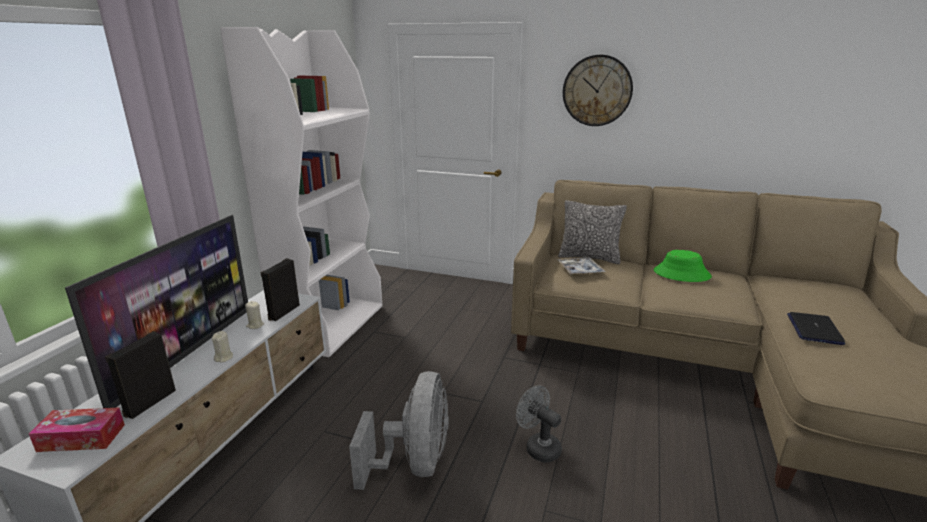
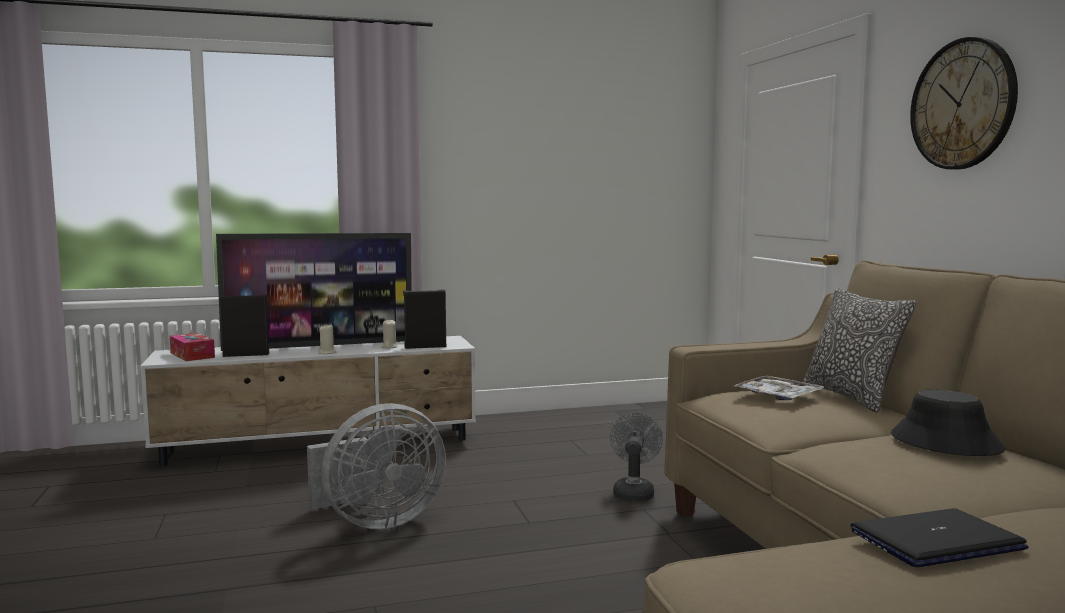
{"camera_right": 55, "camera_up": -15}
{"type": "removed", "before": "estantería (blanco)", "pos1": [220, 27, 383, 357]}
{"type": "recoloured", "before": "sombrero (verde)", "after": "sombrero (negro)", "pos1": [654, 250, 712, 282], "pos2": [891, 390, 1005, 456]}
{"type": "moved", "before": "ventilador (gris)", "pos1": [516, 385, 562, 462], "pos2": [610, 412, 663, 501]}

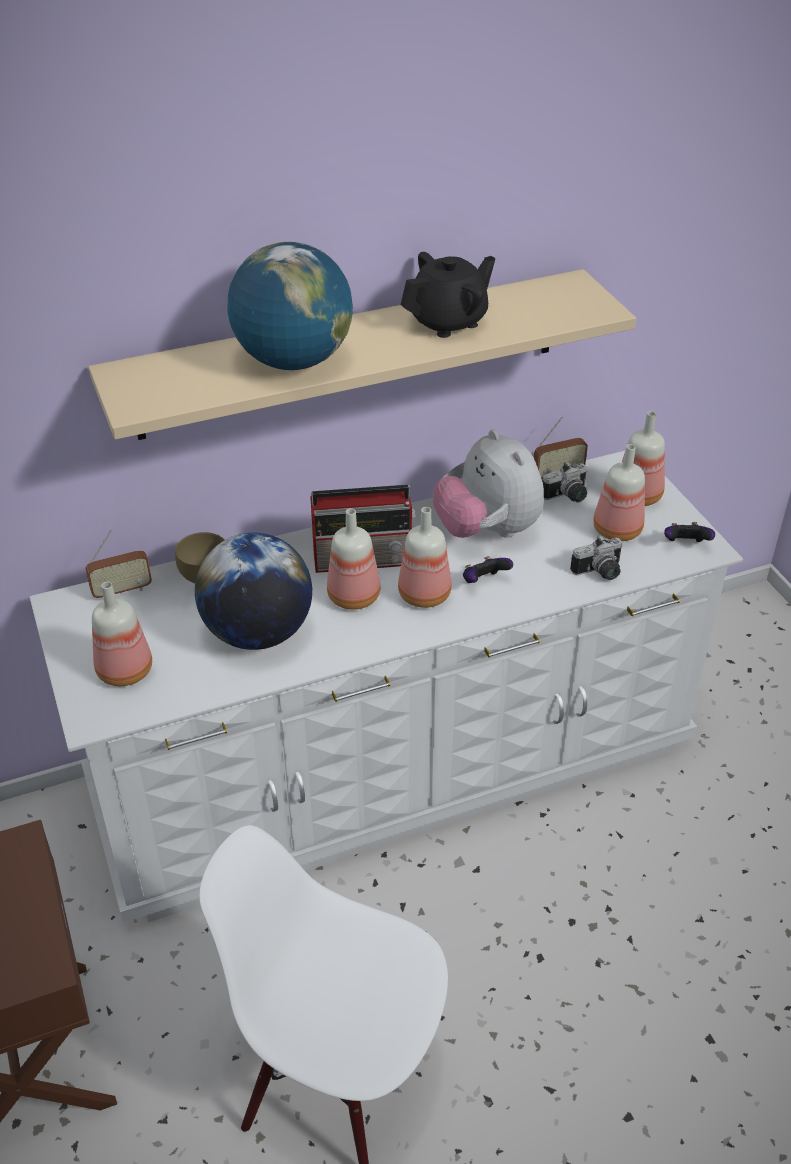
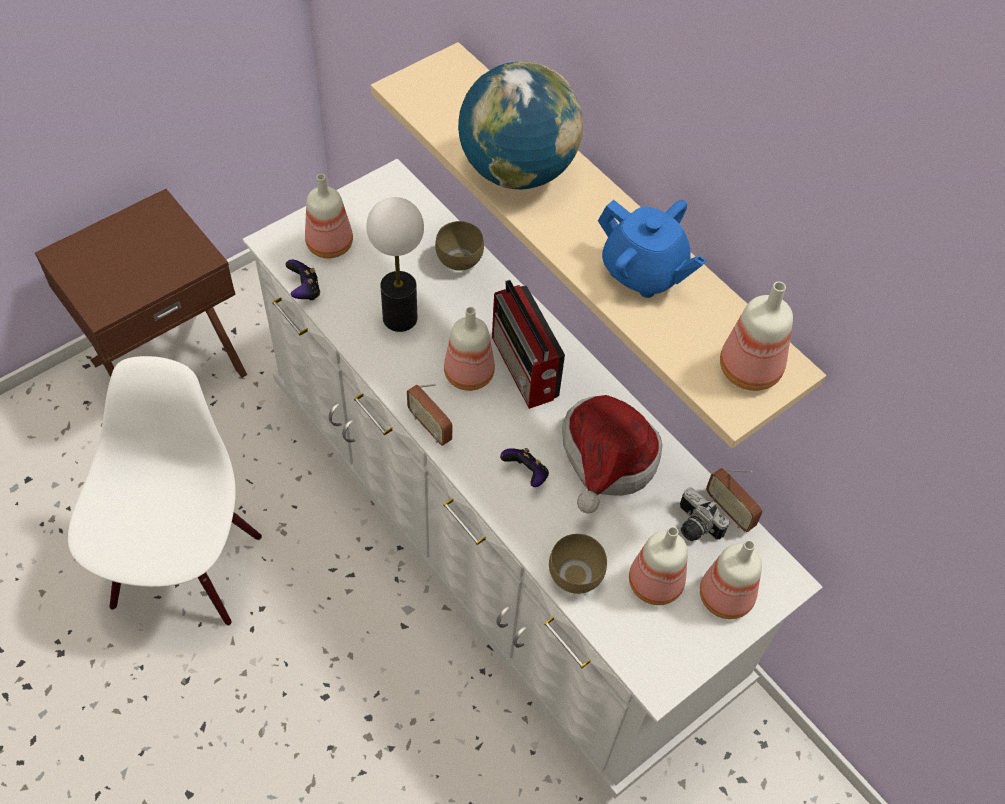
{"camera_right": 70, "camera_up": 15}
{"type": "recoloured", "before": "tetera (negro)", "after": "tetera (azul)", "pos1": [400, 252, 495, 338], "pos2": [598, 200, 706, 298]}
{"type": "replaced", "before": "peluche", "after": "sombrero", "pos1": [433, 429, 544, 538], "pos2": [562, 395, 663, 514]}
{"type": "moved", "before": "botella", "pos1": [398, 507, 451, 608], "pos2": [720, 282, 793, 391]}
{"type": "moved", "before": "mando de consola", "pos1": [664, 522, 715, 542], "pos2": [286, 259, 320, 300]}
{"type": "moved", "before": "radio", "pos1": [85, 530, 152, 598], "pos2": [407, 384, 452, 446]}
{"type": "replaced", "before": "globo terráqueo", "after": "lámpara de mesa", "pos1": [195, 533, 312, 650], "pos2": [366, 197, 424, 332]}
{"type": "replaced", "before": "cámara", "after": "cuenco (marrón)", "pos1": [570, 535, 623, 580], "pos2": [549, 534, 607, 594]}

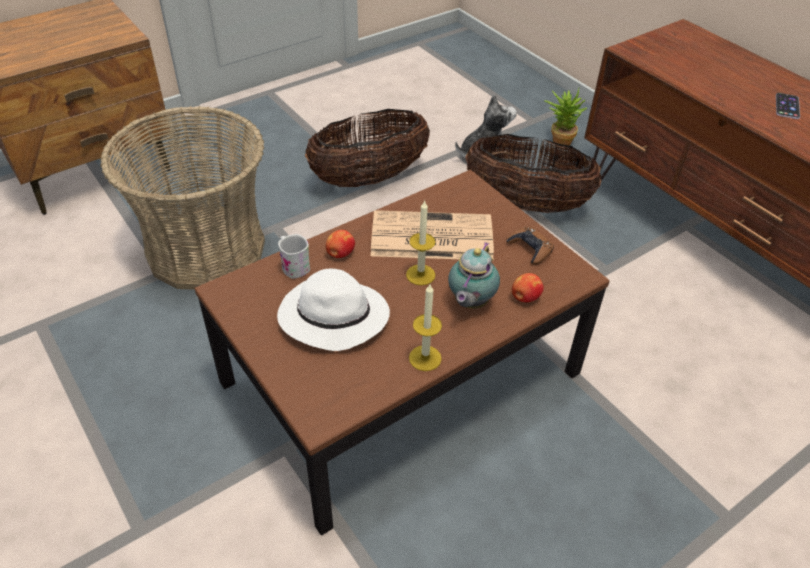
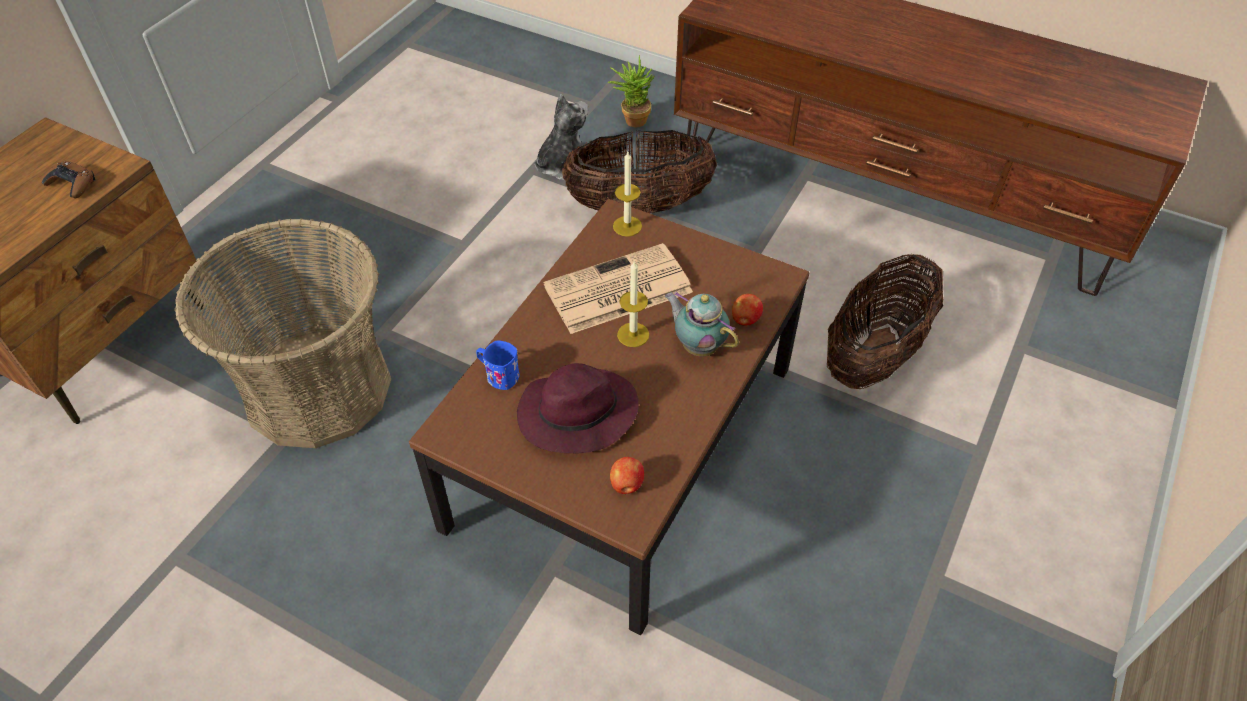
{"camera_right": -25, "camera_up": 5}
{"type": "removed", "before": "móvil", "pos1": [776, 93, 800, 119]}
{"type": "moved", "before": "cesta", "pos1": [305, 109, 430, 187], "pos2": [827, 253, 944, 389]}
{"type": "moved", "before": "mando de consola (marrón)", "pos1": [506, 227, 554, 265], "pos2": [42, 161, 95, 198]}
{"type": "moved", "before": "manzana", "pos1": [326, 230, 355, 258], "pos2": [610, 457, 644, 494]}
{"type": "recoloured", "before": "taza grande (blanco)", "after": "taza grande (azul)", "pos1": [278, 234, 310, 279], "pos2": [476, 341, 520, 390]}
{"type": "turned", "before": "tetera", "pos1": [448, 242, 500, 309], "pos2": [665, 291, 739, 356], "turn": 135}
{"type": "recoloured", "before": "sombrero (blanco)", "after": "sombrero (morado)", "pos1": [277, 269, 390, 351], "pos2": [517, 363, 639, 453]}
{"type": "moved", "before": "vela", "pos1": [409, 284, 442, 371], "pos2": [613, 152, 642, 237]}

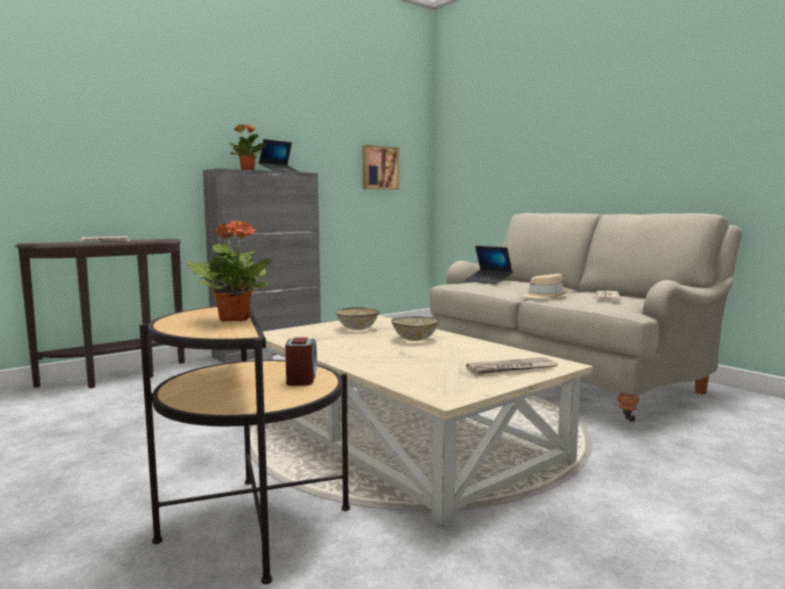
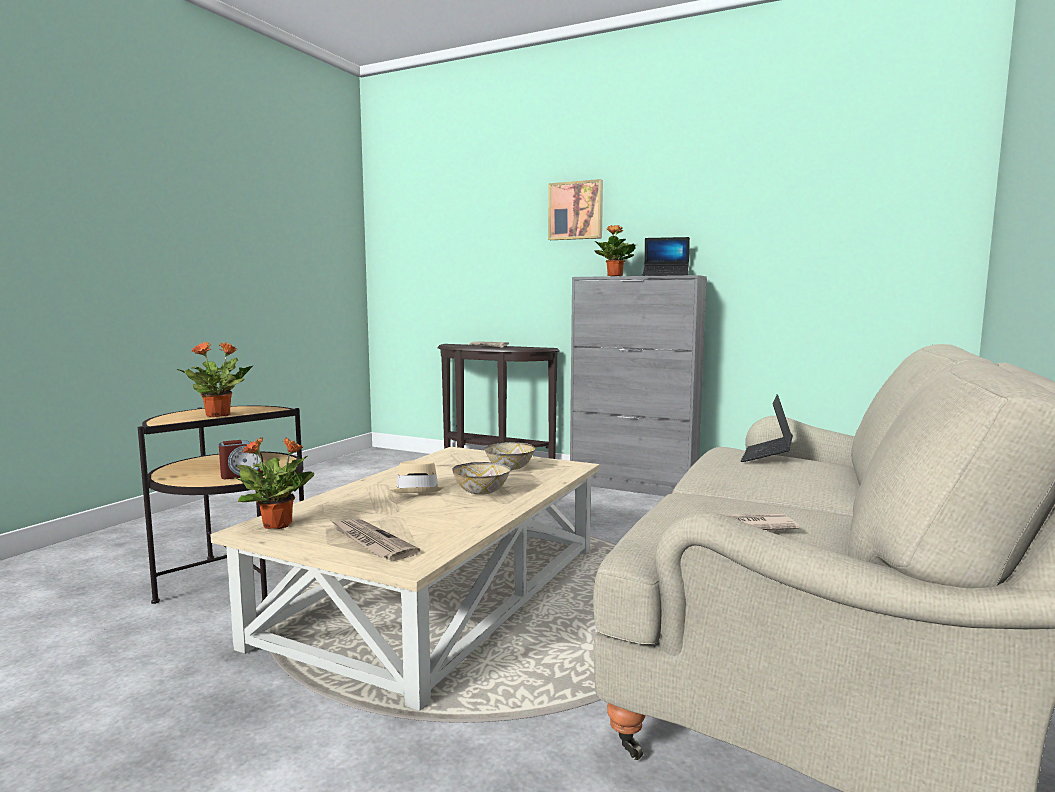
{"camera_right": 65, "camera_up": 0}
{"type": "moved", "before": "cuadro", "pos1": [363, 145, 399, 190], "pos2": [548, 179, 603, 240]}
{"type": "moved", "before": "sombrero (beis)", "pos1": [523, 274, 568, 298], "pos2": [390, 460, 444, 493]}
{"type": "added", "after": "planta en maceta", "pos2": [233, 437, 314, 529]}

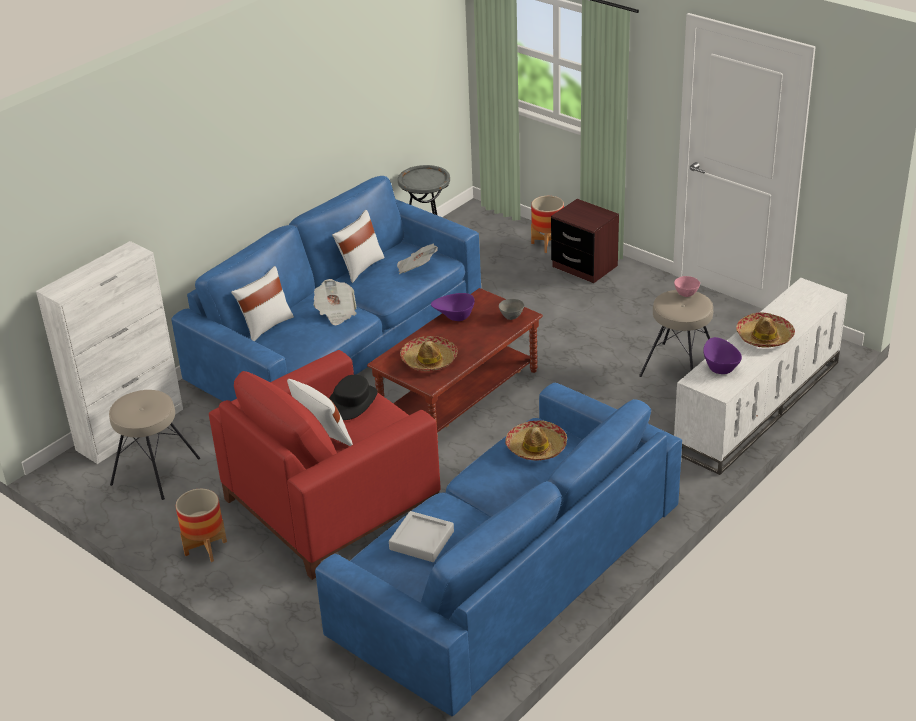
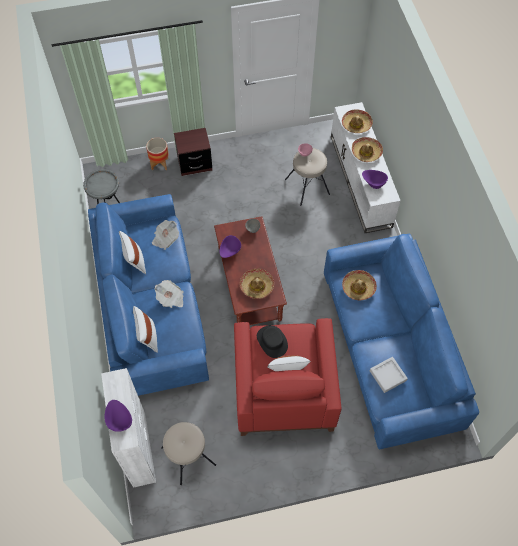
{"camera_right": -55, "camera_up": 25}
{"type": "removed", "before": "maceta", "pos1": [176, 489, 227, 562]}
{"type": "added", "after": "sombrero", "pos2": [342, 109, 373, 133]}
{"type": "added", "after": "cuenco (morado)", "pos2": [105, 400, 132, 432]}

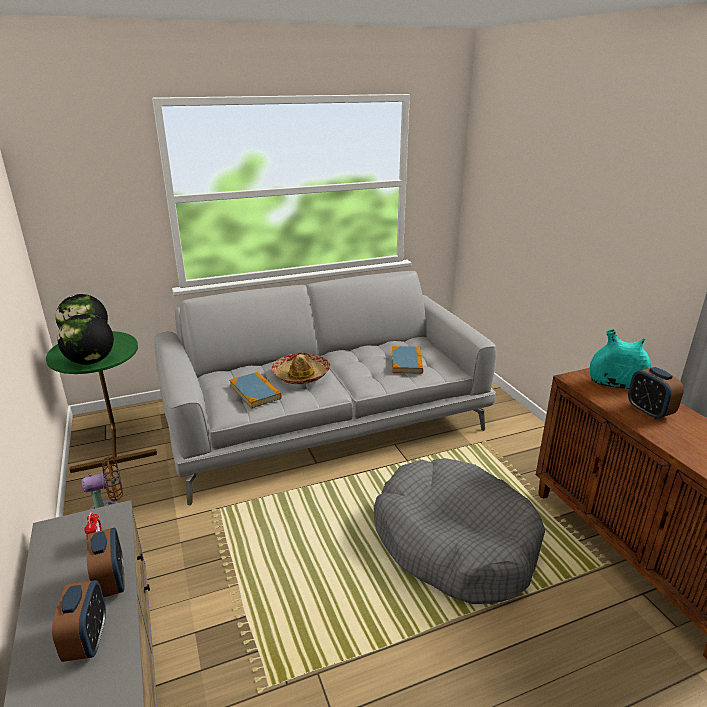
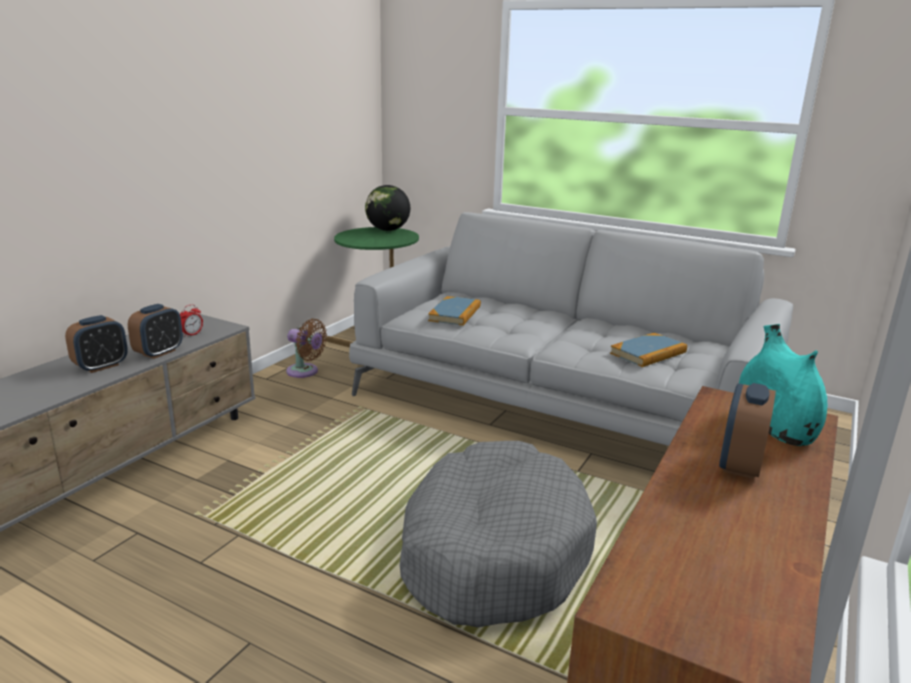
{"camera_right": 50, "camera_up": -5}
{"type": "removed", "before": "globo terráqueo", "pos1": [57, 314, 114, 365]}
{"type": "removed", "before": "sombrero", "pos1": [272, 353, 330, 384]}

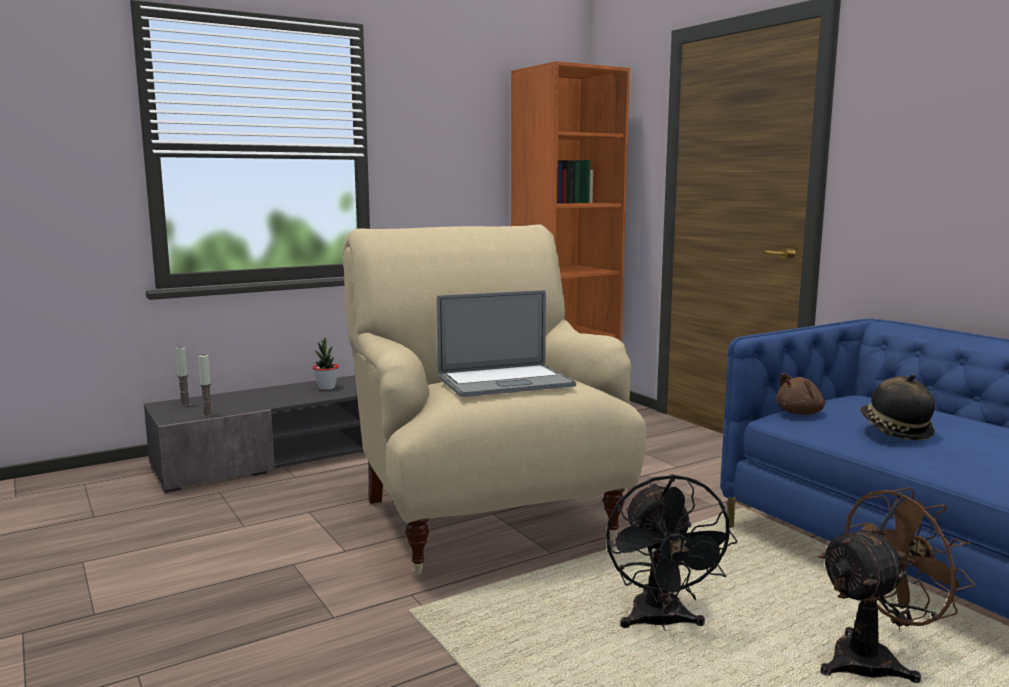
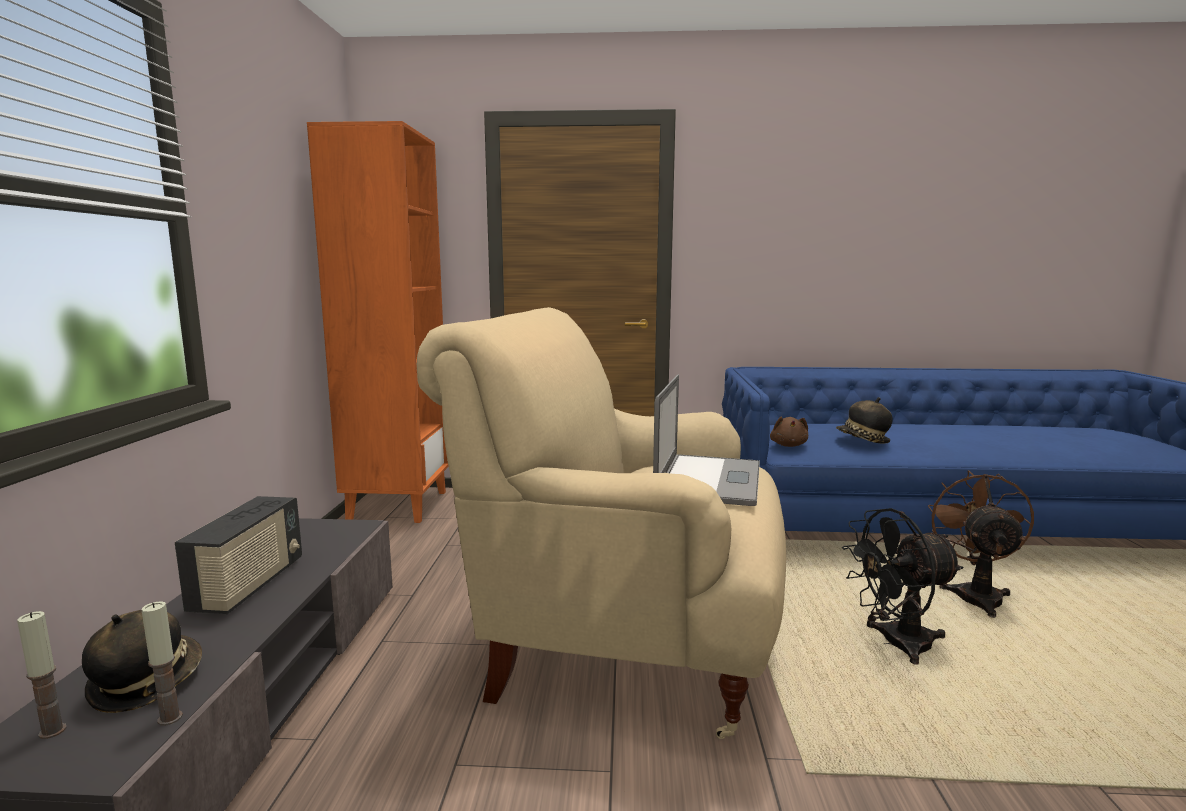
{"camera_right": -55, "camera_up": 0}
{"type": "replaced", "before": "planta en maceta", "after": "radio", "pos1": [313, 338, 339, 390], "pos2": [175, 496, 302, 614]}
{"type": "turned", "before": "ventilador (negro)", "pos1": [606, 474, 738, 630], "pos2": [842, 508, 963, 665], "turn": 135}
{"type": "added", "after": "sombrero", "pos2": [82, 610, 202, 713]}

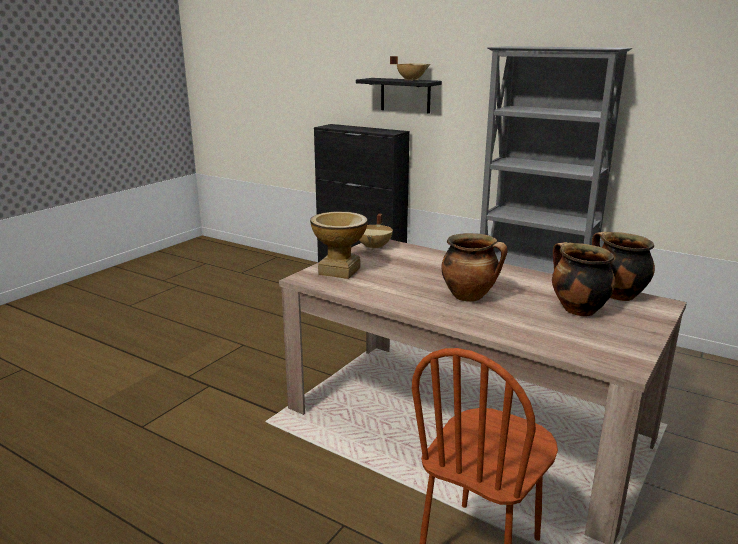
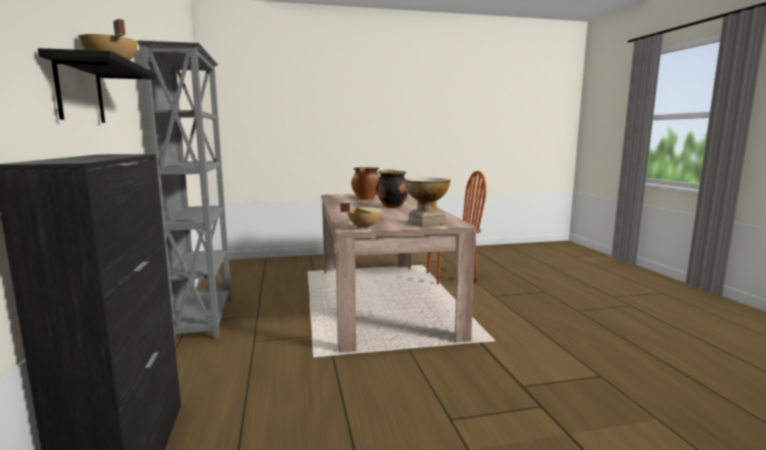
{"camera_right": -135, "camera_up": -10}
{"type": "removed", "before": "olla", "pos1": [592, 232, 655, 301]}

